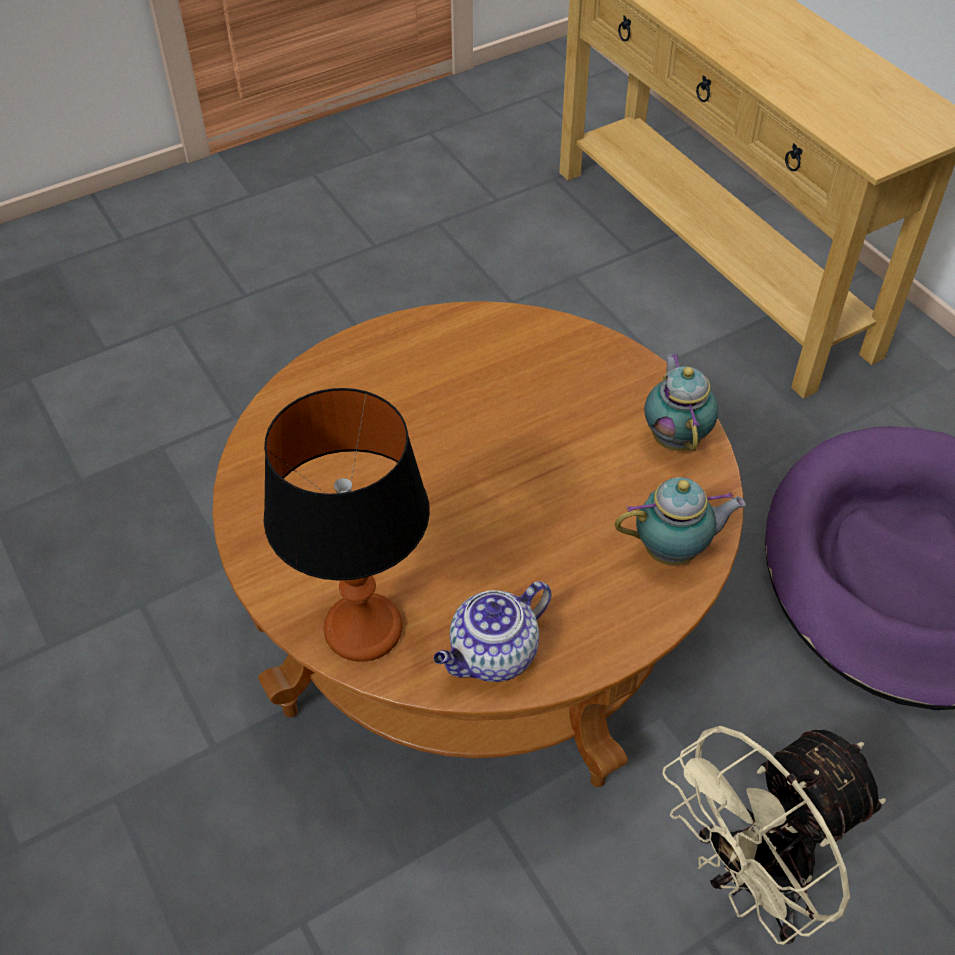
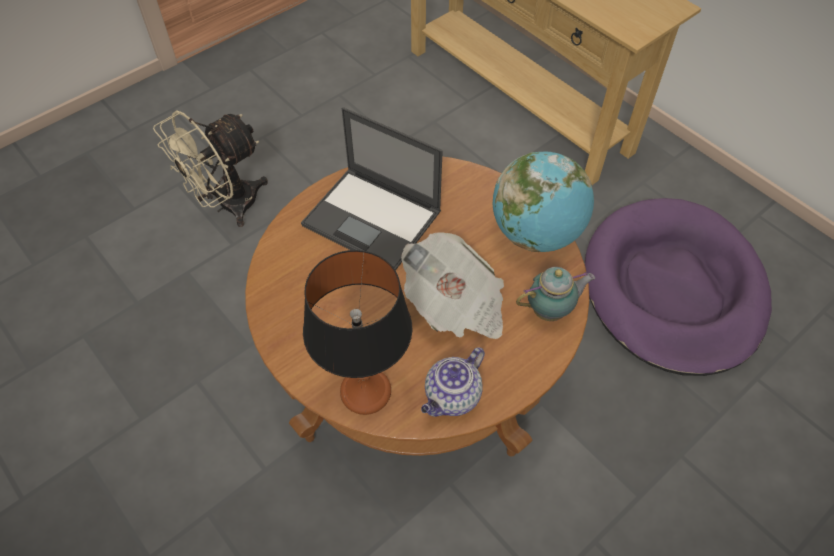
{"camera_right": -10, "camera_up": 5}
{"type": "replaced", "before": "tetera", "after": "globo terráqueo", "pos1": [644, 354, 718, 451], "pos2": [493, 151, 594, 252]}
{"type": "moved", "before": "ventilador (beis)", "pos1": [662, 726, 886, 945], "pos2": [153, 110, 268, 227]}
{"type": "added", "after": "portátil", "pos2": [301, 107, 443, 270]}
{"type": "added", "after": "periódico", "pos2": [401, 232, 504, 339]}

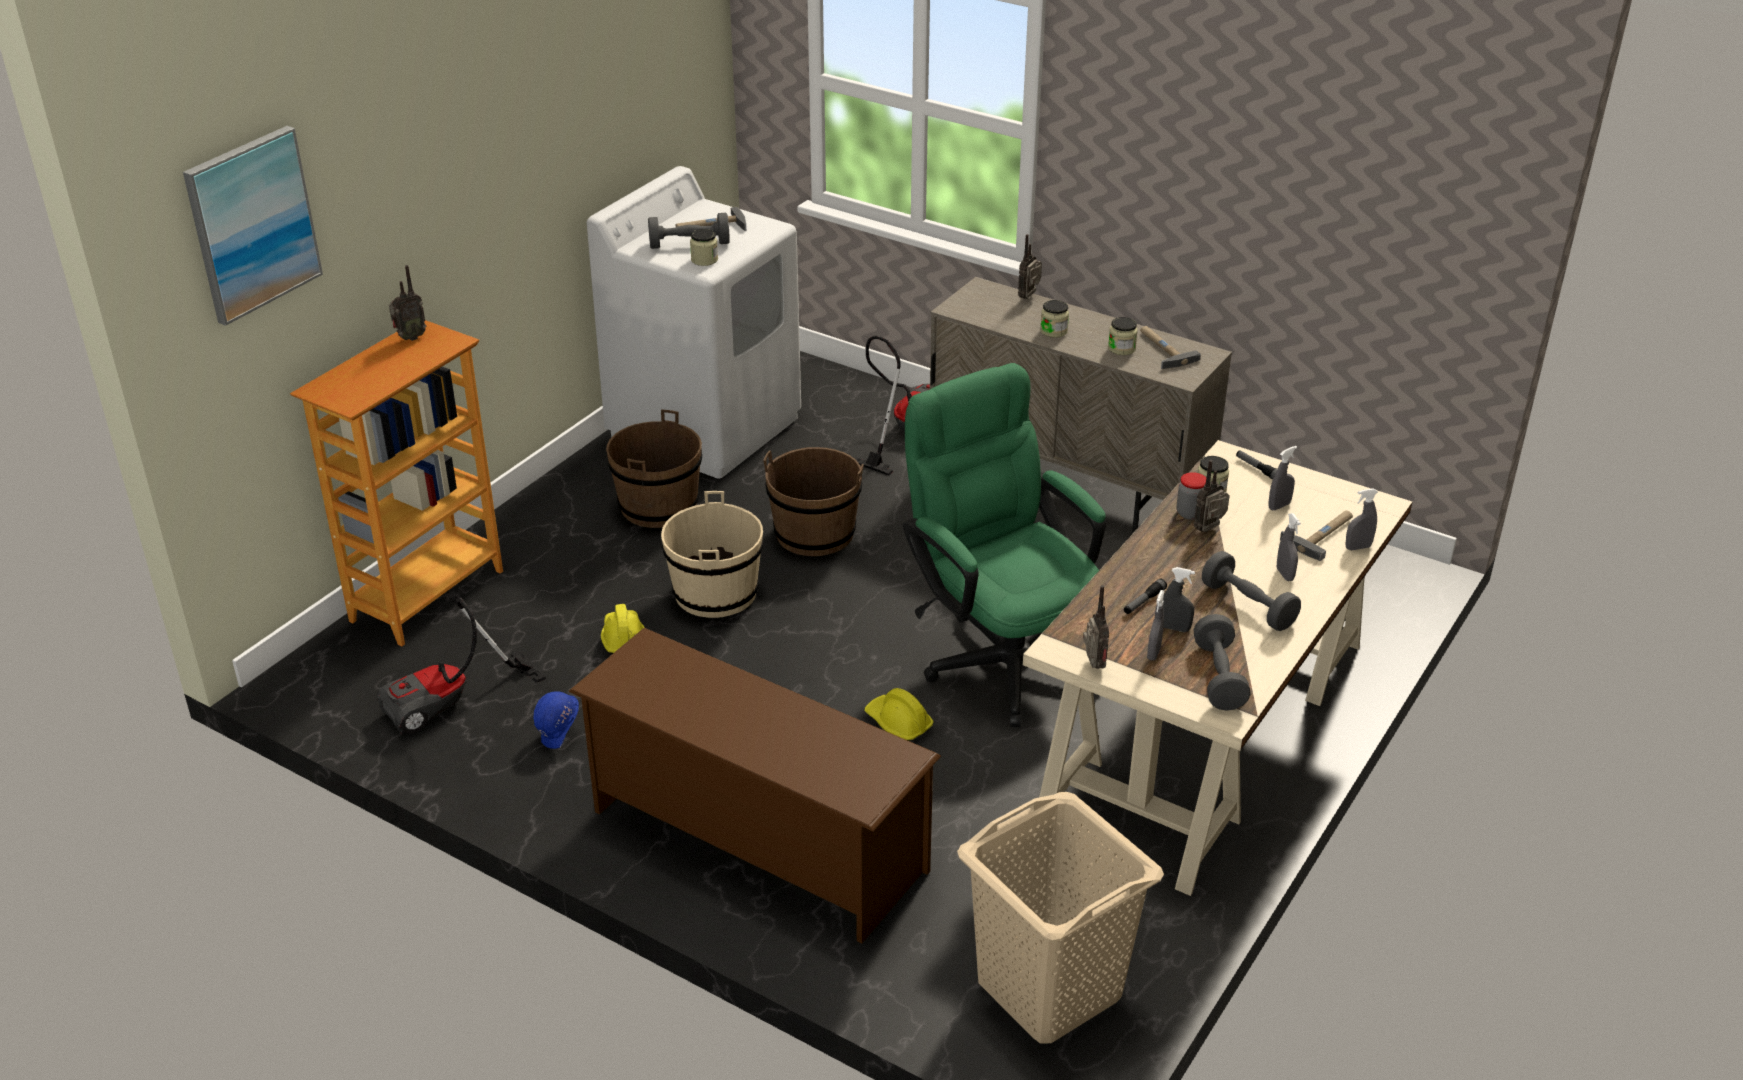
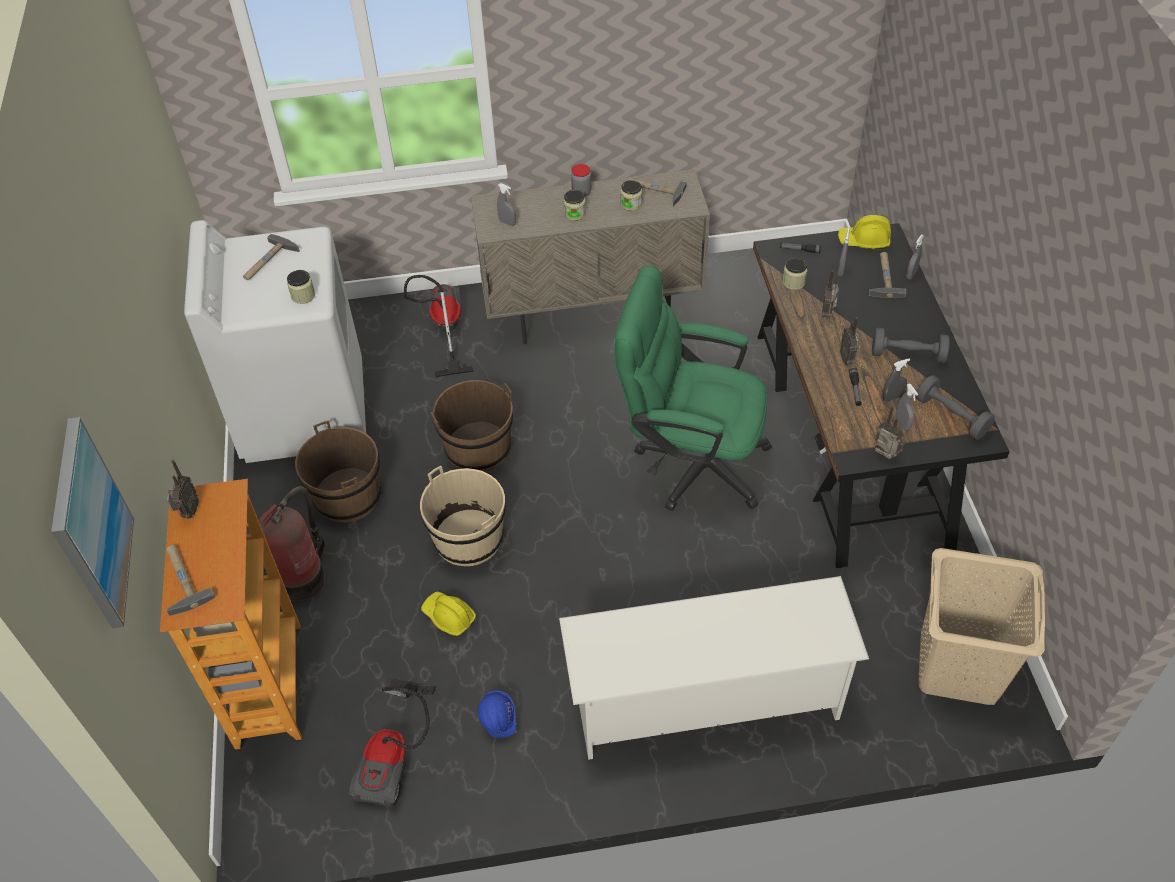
{"camera_right": -40, "camera_up": 15}
{"type": "removed", "before": "mancuerna (gris)", "pos1": [648, 213, 730, 249]}
{"type": "moved", "before": "radio", "pos1": [1018, 234, 1042, 299], "pos2": [840, 317, 861, 365]}
{"type": "recoloured", "before": "escritorio (beis)", "after": "escritorio (negro)", "pos1": [1023, 440, 1412, 896], "pos2": [753, 223, 1010, 568]}
{"type": "moved", "before": "tarro", "pos1": [1176, 472, 1206, 520], "pos2": [571, 164, 591, 197]}
{"type": "moved", "before": "pulverizador (gris)", "pos1": [1277, 513, 1301, 581], "pos2": [497, 183, 516, 226]}
{"type": "recoloured", "before": "zapatero (marrón)", "after": "zapatero (blanco)", "pos1": [569, 628, 941, 943], "pos2": [559, 576, 869, 760]}
{"type": "moved", "before": "casco (amarillo)", "pos1": [865, 688, 934, 741], "pos2": [838, 215, 891, 250]}
{"type": "added", "after": "extintor", "pos2": [259, 486, 326, 602]}
{"type": "added", "after": "martillo", "pos2": [166, 545, 215, 616]}

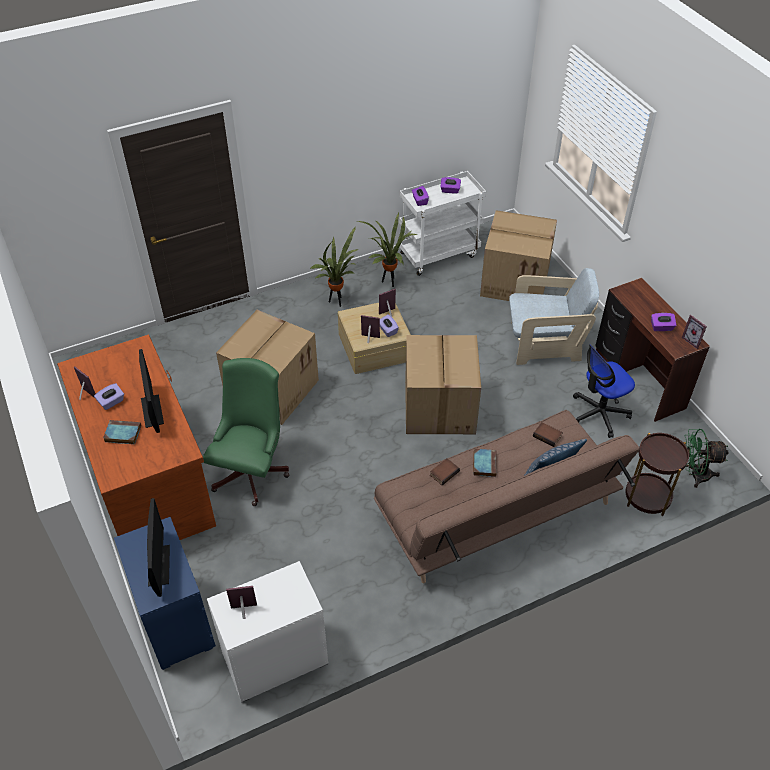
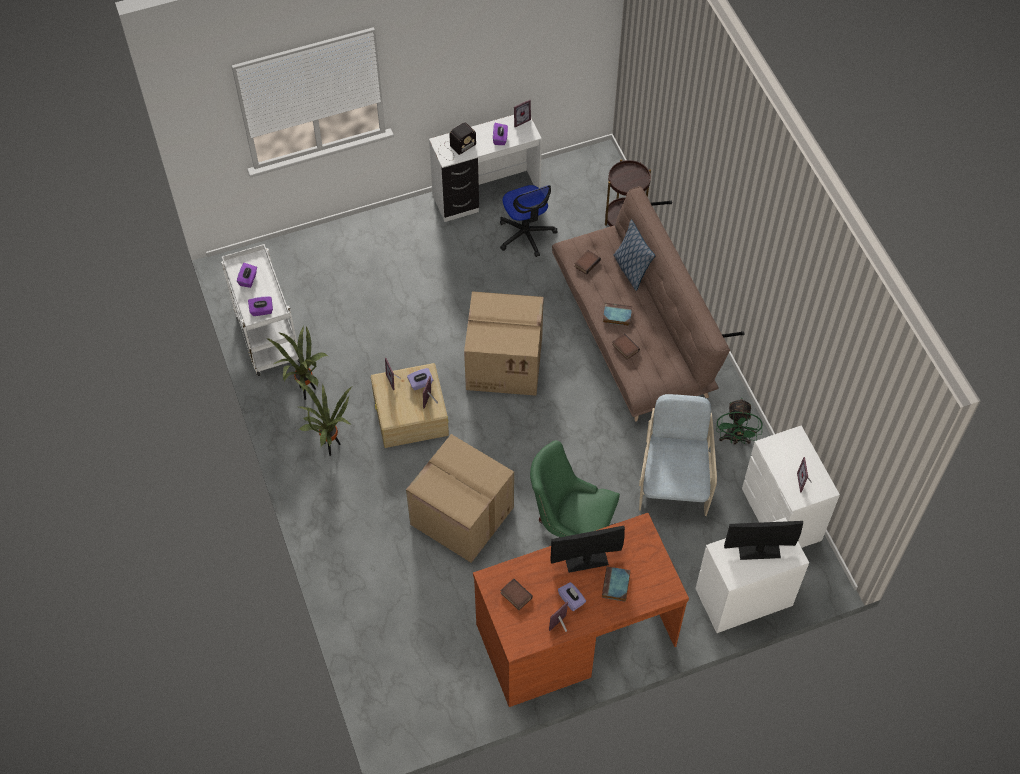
{"camera_right": -85, "camera_up": 10}
{"type": "removed", "before": "caja de cartón", "pos1": [480, 210, 557, 301]}
{"type": "moved", "before": "sillón (beis)", "pos1": [509, 268, 599, 365], "pos2": [639, 394, 717, 516]}
{"type": "recoloured", "before": "escritorio (marrón)", "after": "escritorio (blanco)", "pos1": [595, 278, 710, 422], "pos2": [429, 115, 542, 222]}
{"type": "moved", "before": "ventilador (verde)", "pos1": [685, 429, 728, 488], "pos2": [717, 398, 763, 444]}
{"type": "recoloured", "before": "cómoda (azul)", "after": "cómoda (blanco)", "pos1": [114, 517, 216, 670], "pos2": [695, 518, 809, 634]}
{"type": "added", "after": "radio", "pos2": [438, 122, 476, 161]}
{"type": "added", "after": "libro", "pos2": [500, 578, 533, 610]}

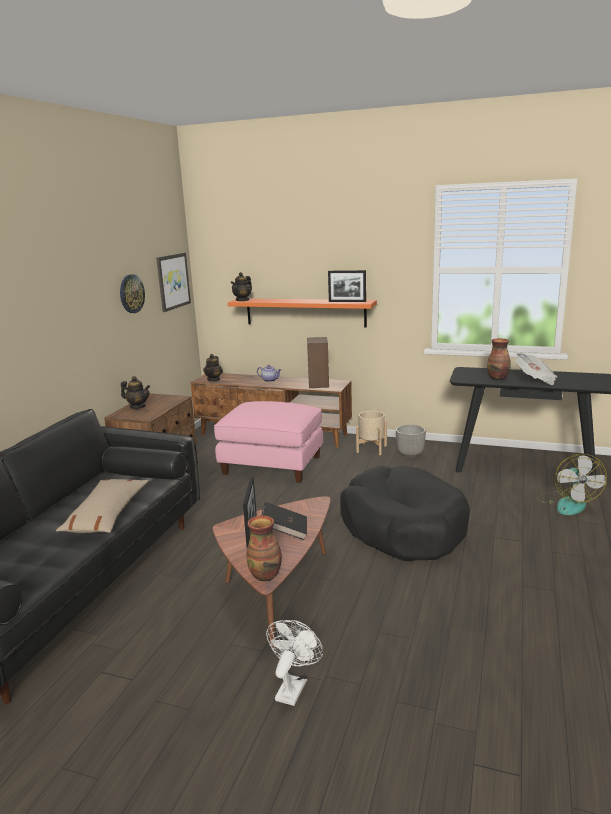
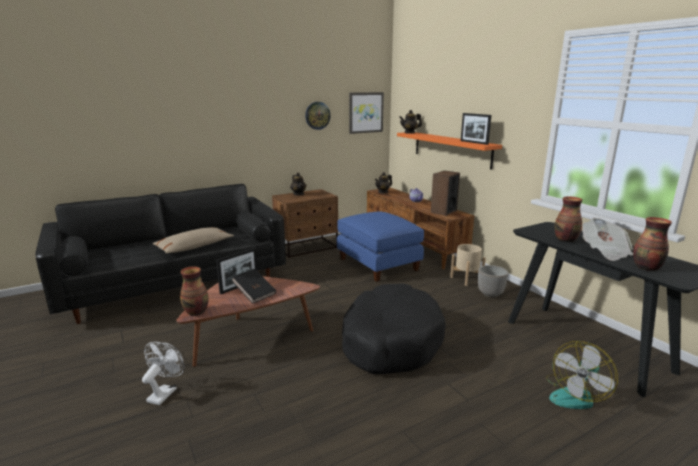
{"camera_right": 40, "camera_up": 0}
{"type": "recoloured", "before": "puf (rosa)", "after": "puf (azul)", "pos1": [214, 401, 323, 483], "pos2": [337, 212, 424, 282]}
{"type": "turned", "before": "ventilador (blanco)", "pos1": [266, 620, 323, 706], "pos2": [142, 342, 185, 405], "turn": -45}
{"type": "added", "after": "florero", "pos2": [633, 217, 672, 271]}

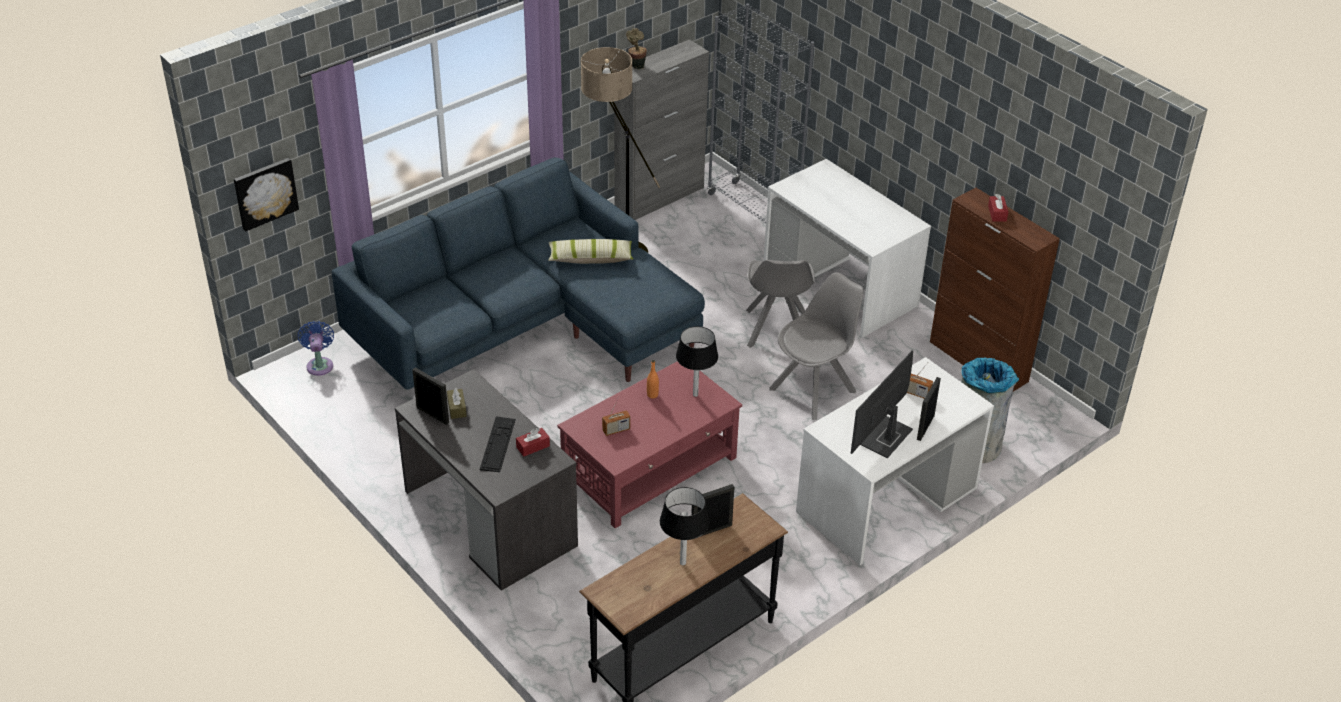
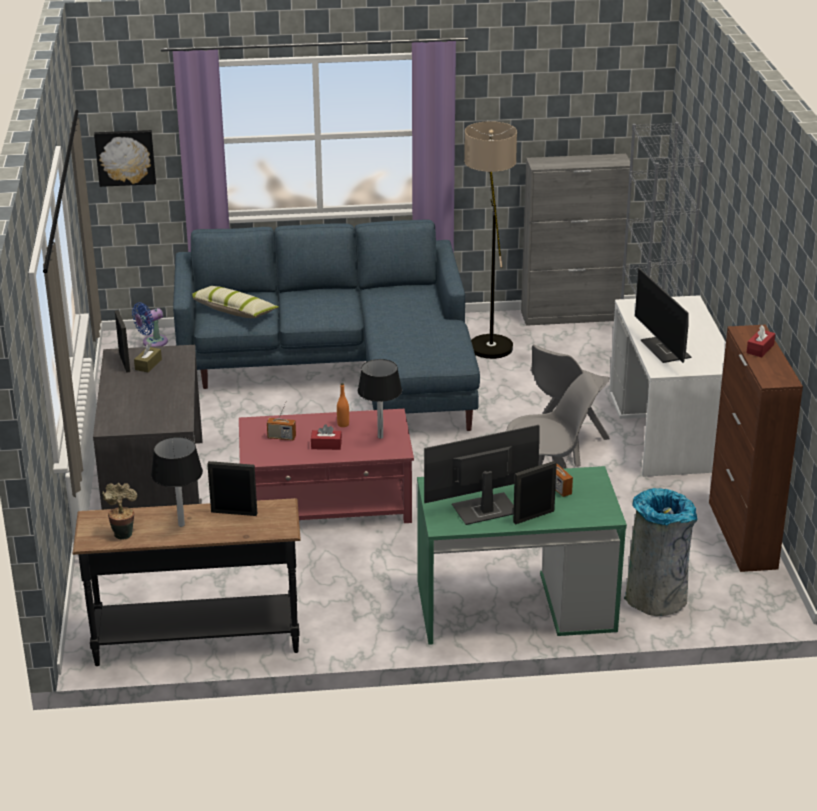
{"camera_right": 35, "camera_up": -10}
{"type": "moved", "before": "planta en maceta", "pos1": [626, 28, 647, 69], "pos2": [102, 483, 137, 540]}
{"type": "moved", "before": "cojín", "pos1": [548, 239, 633, 264], "pos2": [192, 286, 279, 318]}
{"type": "turned", "before": "ventilador (azul)", "pos1": [298, 321, 334, 376], "pos2": [132, 303, 168, 347], "turn": -150}
{"type": "recoloured", "before": "escritorio (blanco)", "after": "escritorio (verde)", "pos1": [796, 357, 994, 565], "pos2": [417, 466, 627, 645]}
{"type": "removed", "before": "teclado", "pos1": [480, 416, 516, 472]}
{"type": "moved", "before": "caja de pañuelos (rojo)", "pos1": [516, 428, 550, 457], "pos2": [311, 424, 342, 450]}
{"type": "added", "after": "monitor", "pos2": [635, 268, 691, 363]}

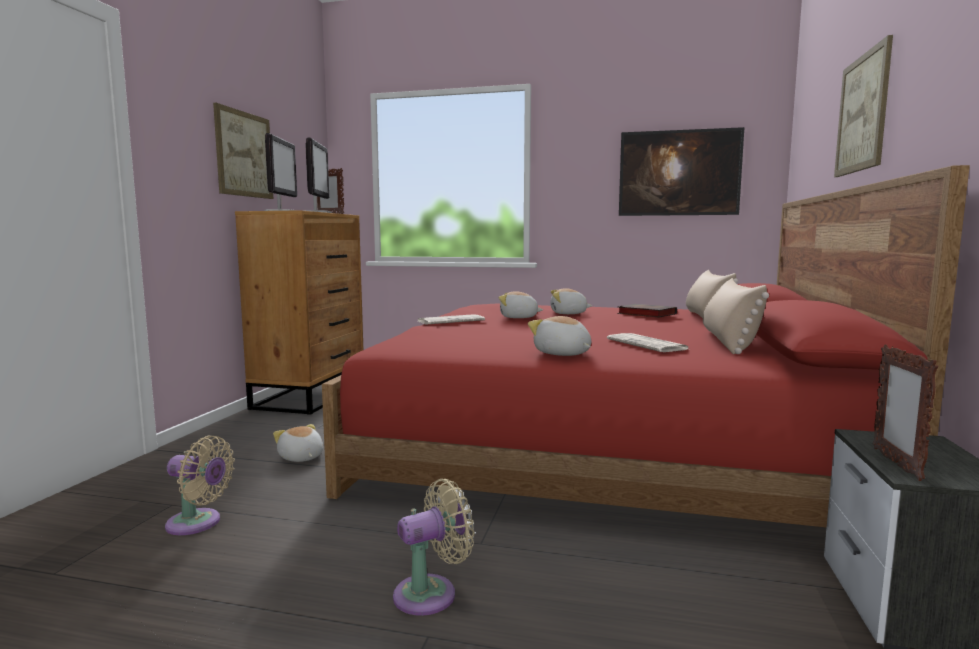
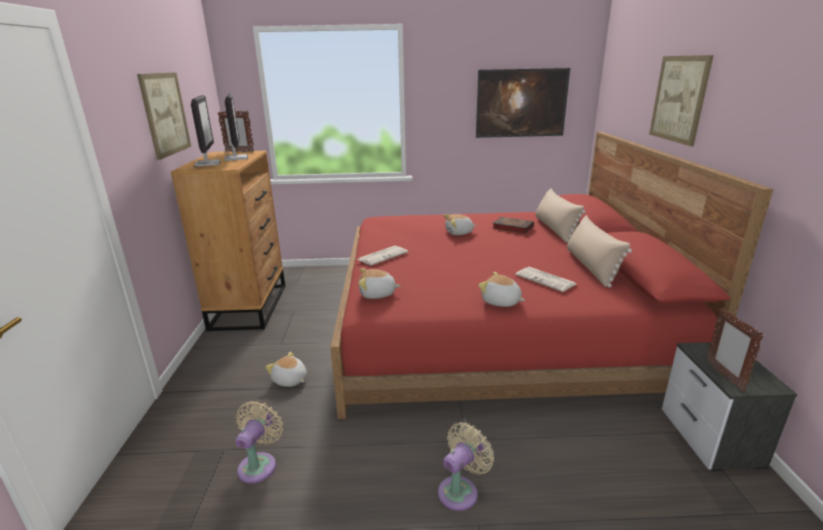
{"camera_right": -15, "camera_up": 15}
{"type": "moved", "before": "peluche", "pos1": [499, 291, 543, 318], "pos2": [359, 268, 401, 299]}
{"type": "turned", "before": "ventilador (beis)", "pos1": [165, 436, 235, 535], "pos2": [236, 401, 283, 484], "turn": -75}

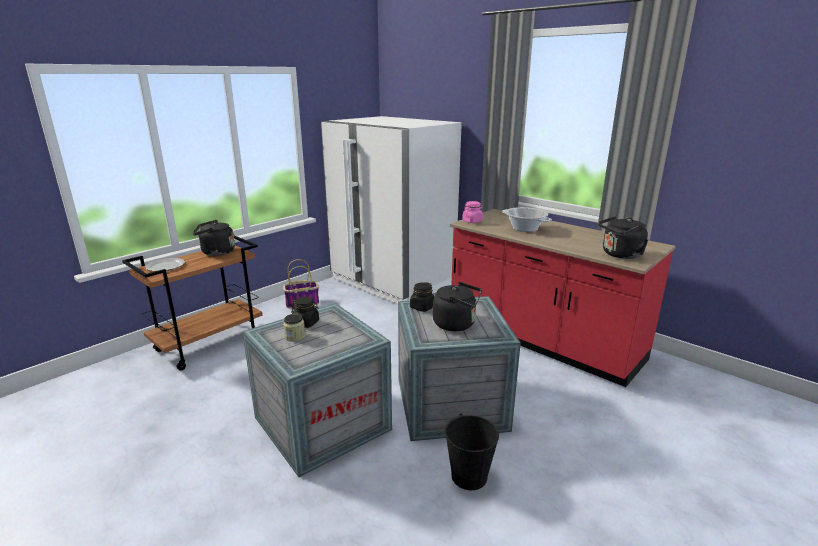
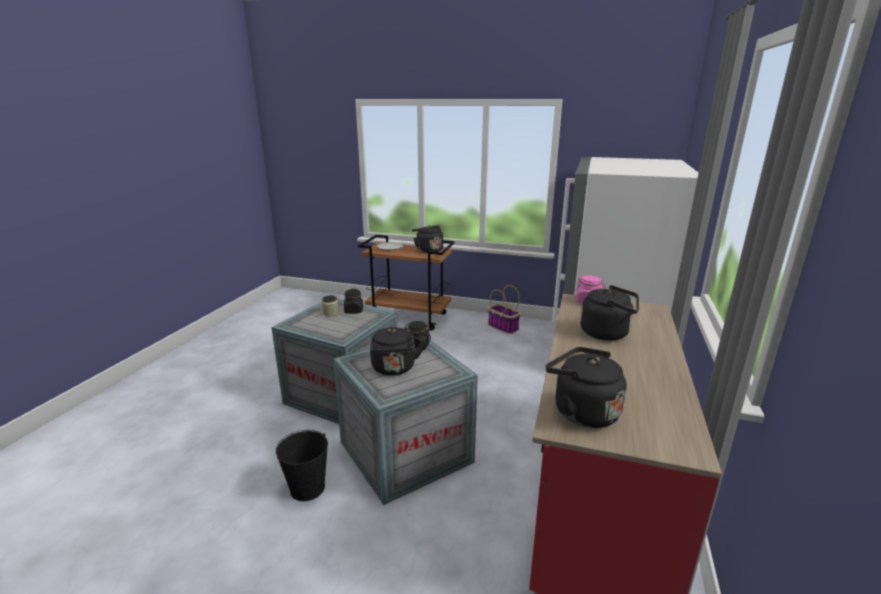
{"camera_right": 65, "camera_up": 0}
{"type": "replaced", "before": "olla", "after": "hervidor (negro)", "pos1": [502, 207, 552, 232], "pos2": [580, 285, 639, 341]}

